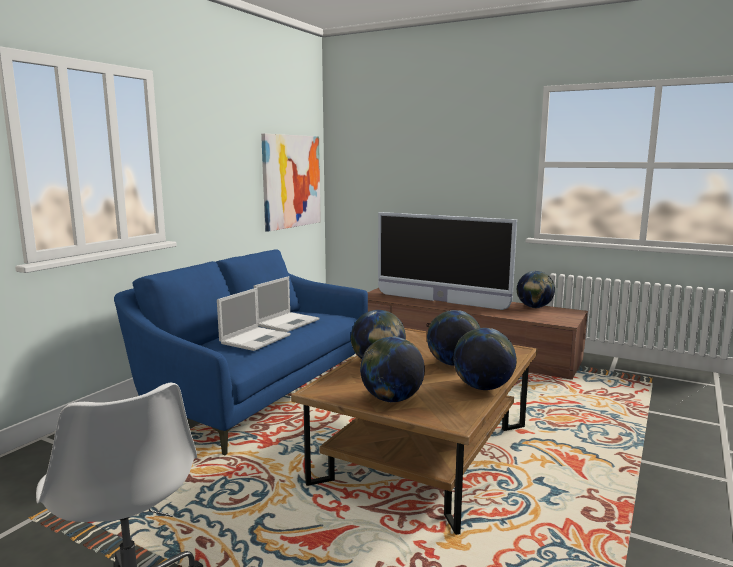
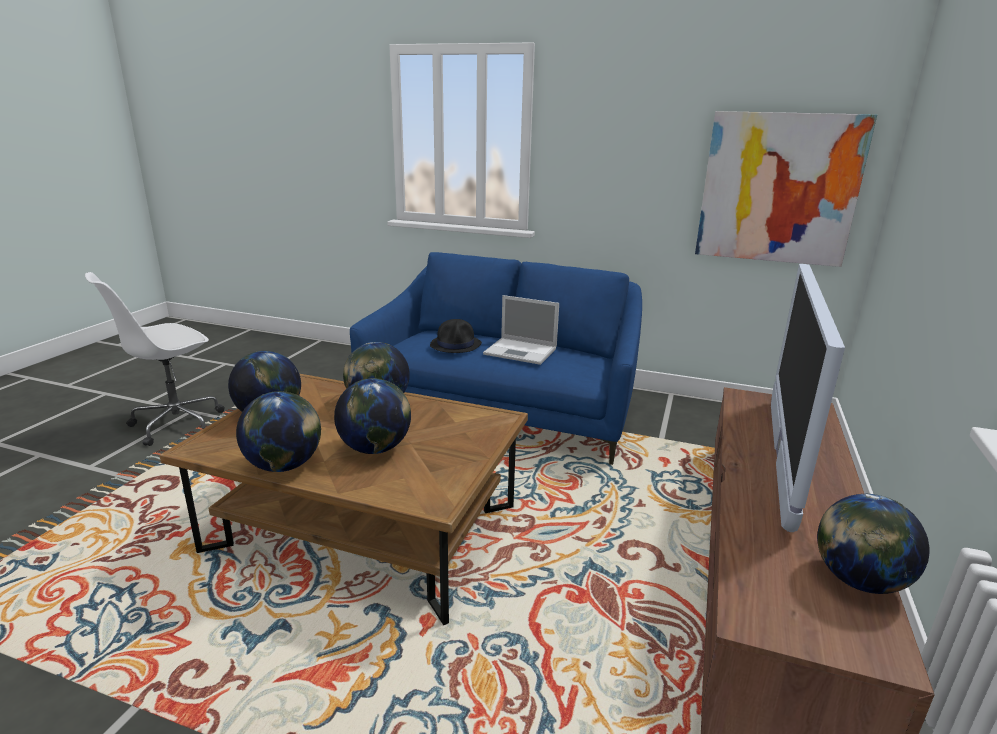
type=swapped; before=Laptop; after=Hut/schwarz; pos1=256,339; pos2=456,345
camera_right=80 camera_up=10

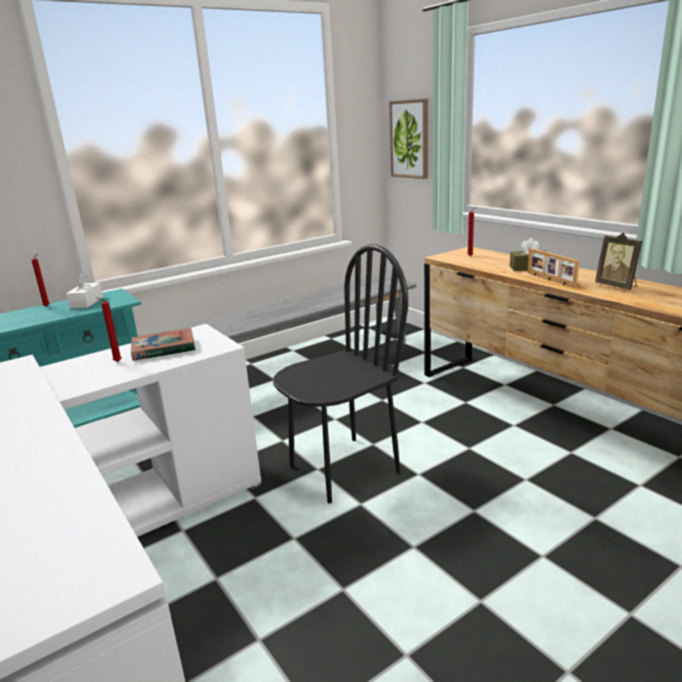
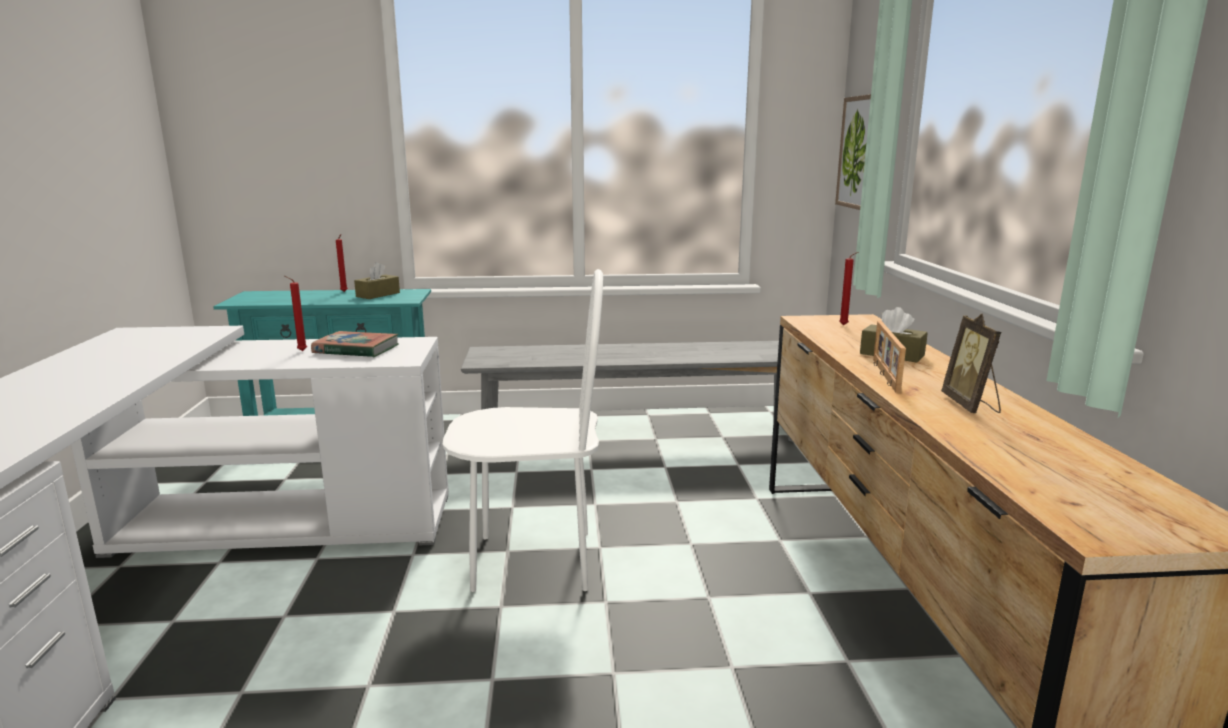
type=repainted; before=Stuhl/schwarz; after=Stuhl/weiß; pos1=343,468; pos2=533,561
type=repainted; before=Taschentuchbox/weiß; after=Taschentuchbox/braun; pos1=86,302; pos2=378,295
camera_right=30 camera_up=-5

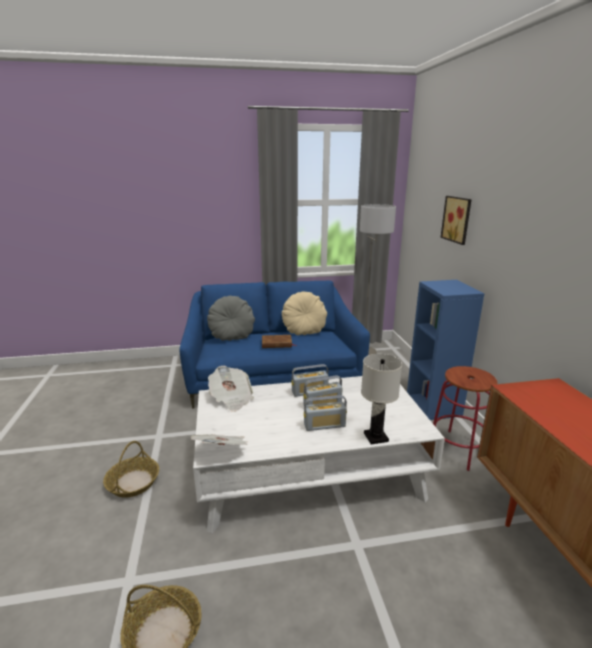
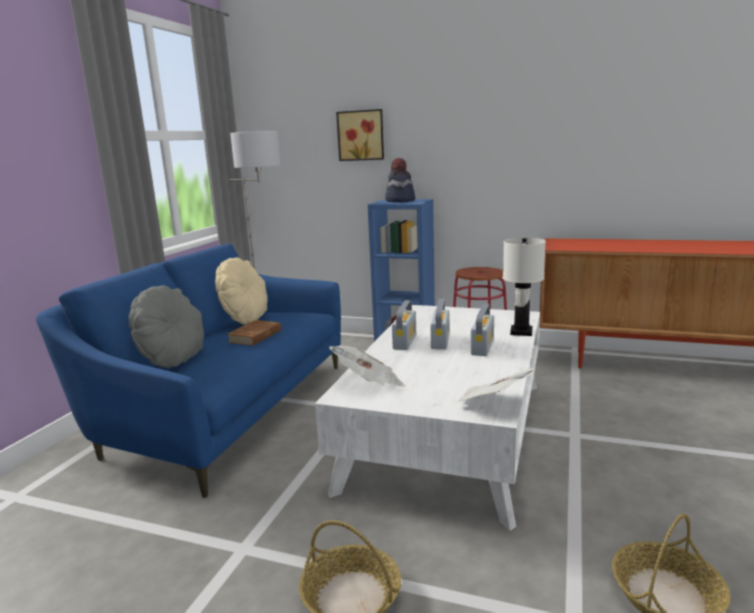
type=new; after=Hut; pos2=400,201
camera_right=-60 camera_up=-5

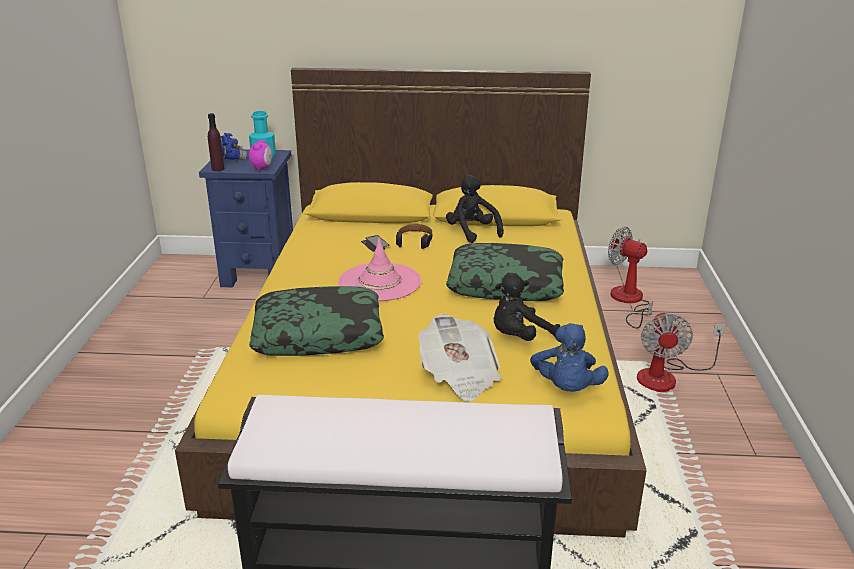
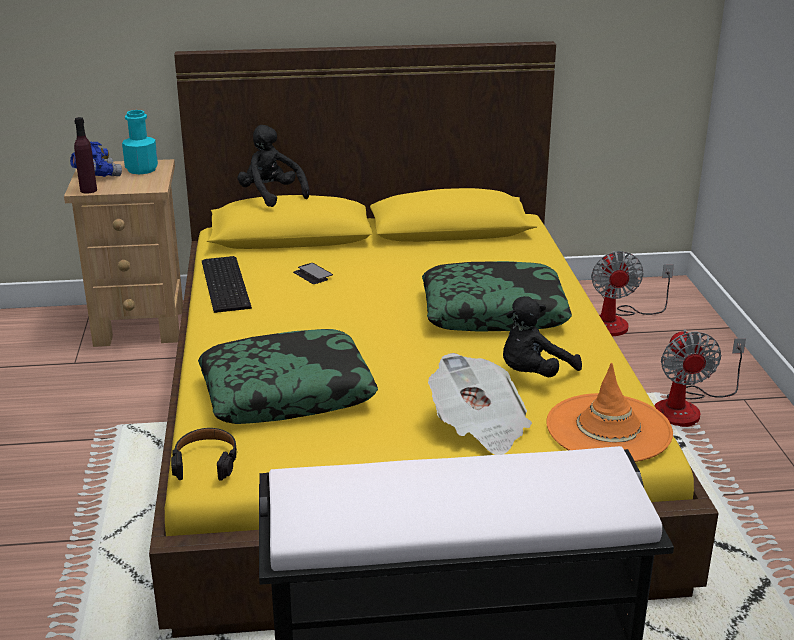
type=gone; before=Wecker; pos1=262,168
type=repainted; before=Nachttisch/blau; after=Nachttisch/beige; pos1=259,274; pos2=140,326
type=shifted; before=Plüschtier/schwarz; pos1=472,232; pos2=271,195
type=shifted; before=Kopfhörer/schwarz; pos1=414,241; pos2=206,461
type=rotated; before=Ventilator; pos1=629,301; pos2=618,322; turn=-120
type=gone; before=Hut/rosa; pos1=379,282
type=swapped; before=Plüschtier/blau; after=Hut/orange; pos1=566,388; pos2=609,429
type=new; after=Tastatur; pos2=227,283
camera_right=-10 camera_up=0

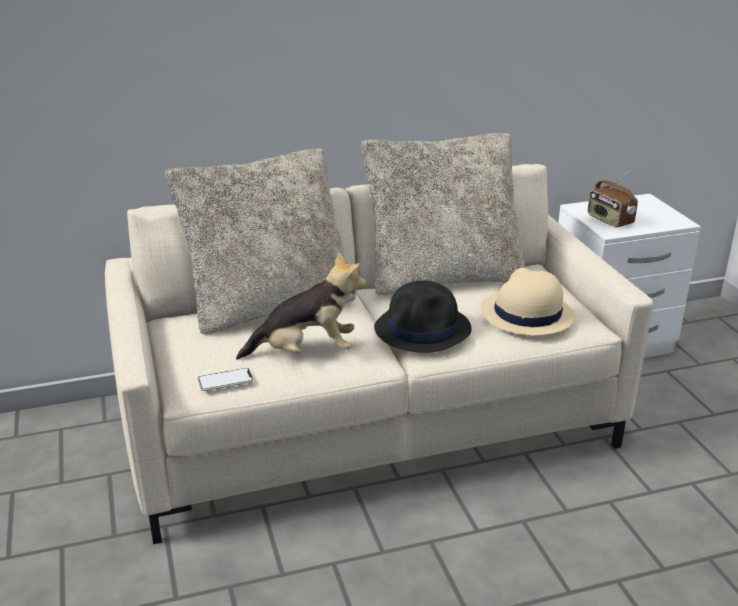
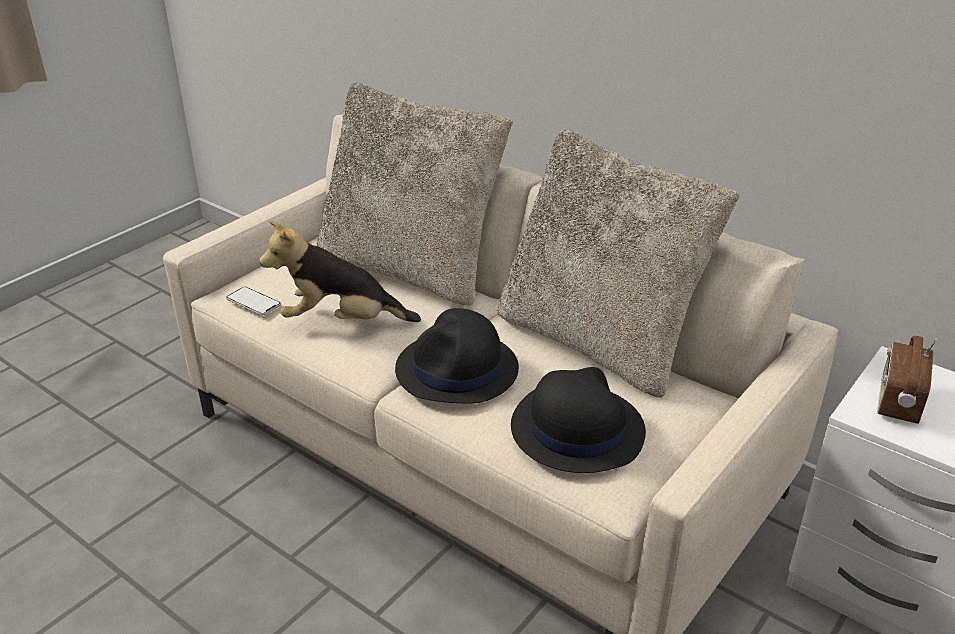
type=rotated; before=Plüschtier; pos1=306,352; pos2=341,321; turn=135
type=repainted; before=Hut/beige; after=Hut/schwarz; pos1=526,314; pos2=576,429
camera_right=55 camera_up=5

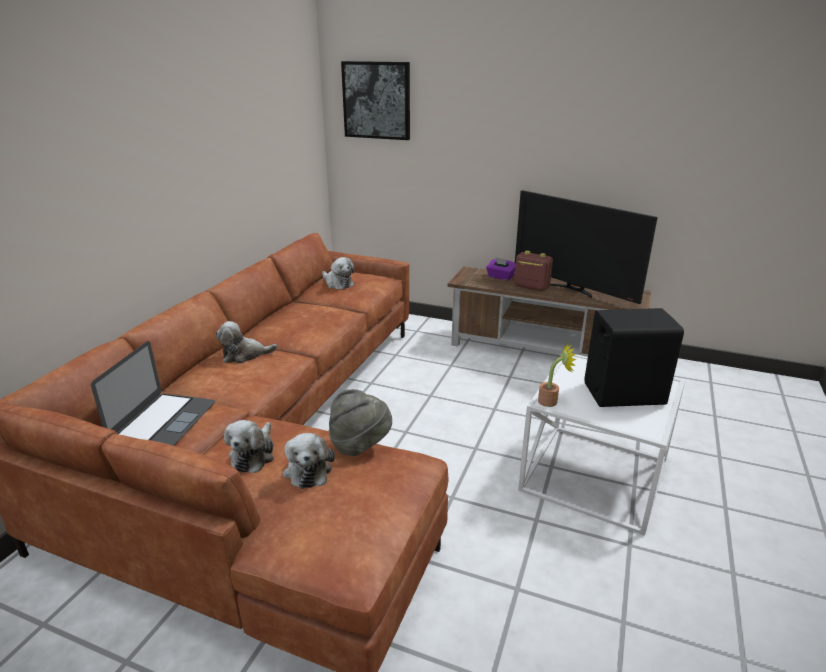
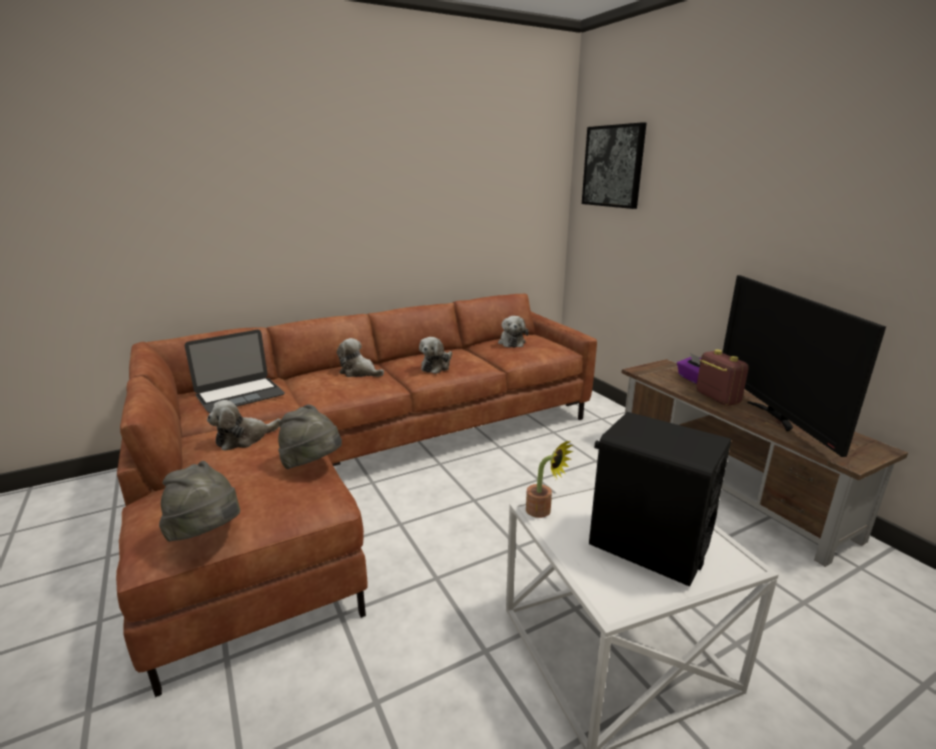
type=shifted; before=Plüschtier; pos1=308,469; pos2=437,366
type=new; after=Hut/grau; pos2=208,535
camera_right=40 camera_up=-5

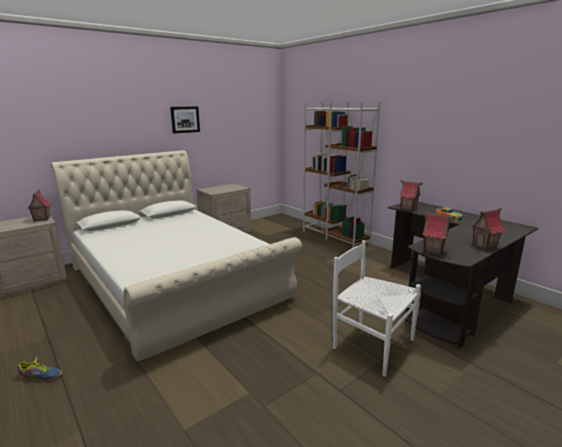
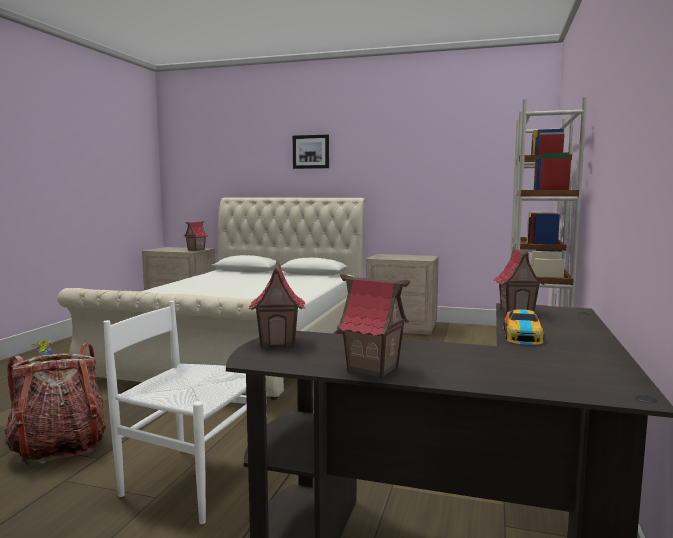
type=shifted; before=Bild; pos1=185,119; pos2=311,151
type=rotated; before=Stuhl/weiß; pos1=371,345; pos2=192,479; turn=-75
type=new; after=Rucksack; pos2=59,446
camera_right=55 camera_up=-10

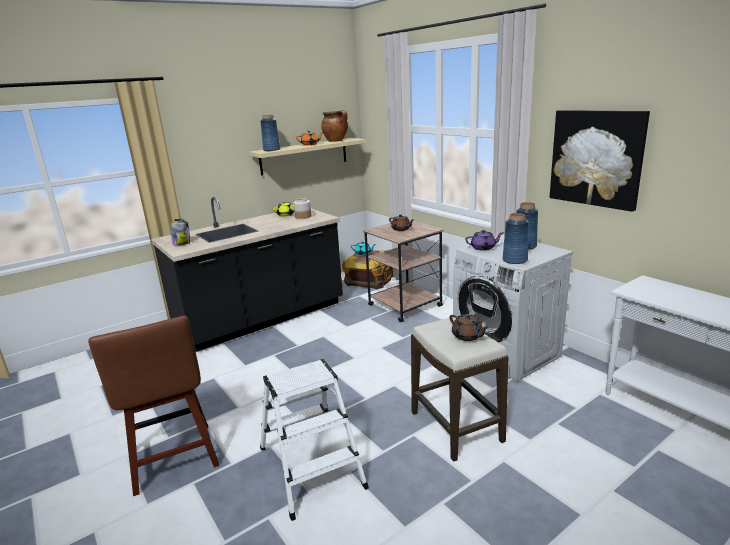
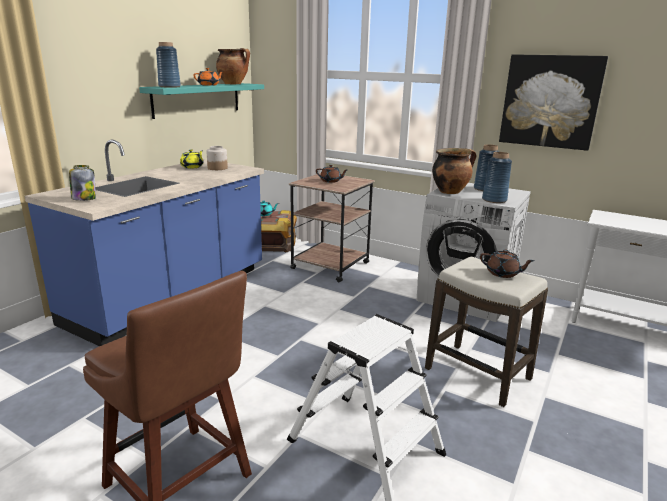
type=repainted; before=Wandregal/beige; after=Wandregal/türkis; pos1=304,156; pos2=197,99
type=repainted; before=Küchenzeile/schwarz; after=Küchenzeile/blau; pos1=262,319; pos2=172,295
type=swapped; before=Teekanne/lila; after=Kochtopf; pos1=483,248; pos2=450,191
camera_right=-25 camera_up=0

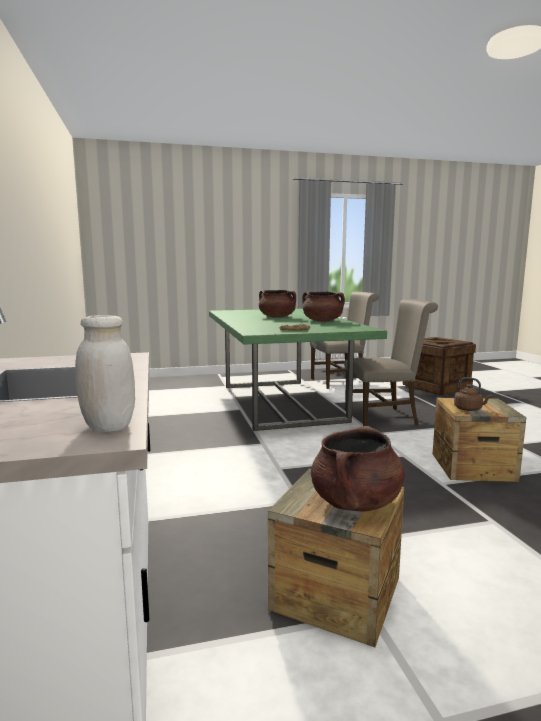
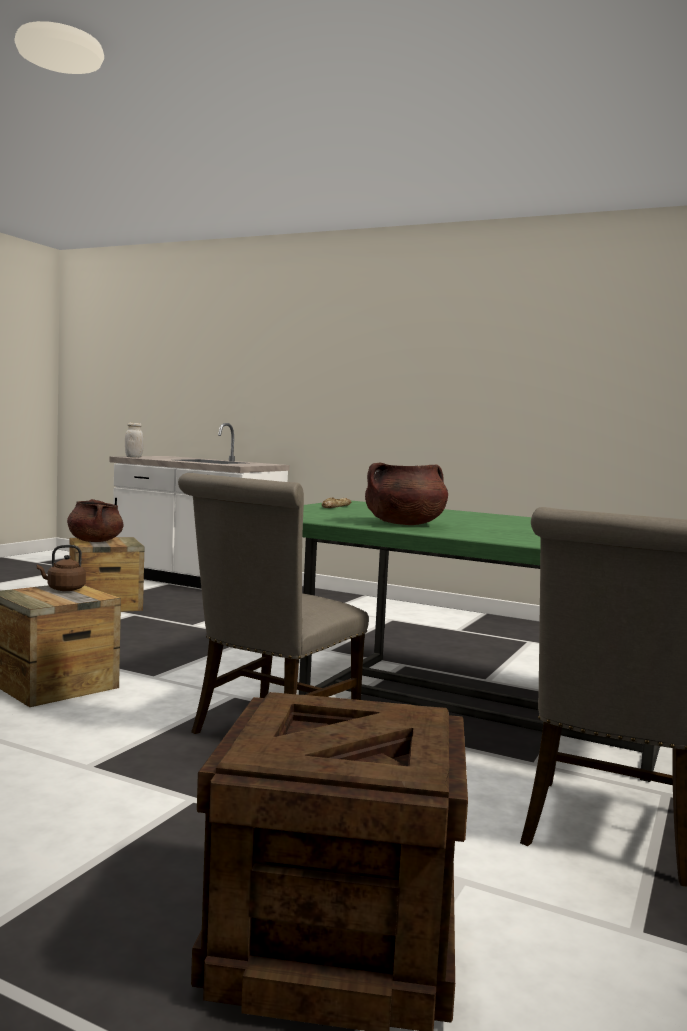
type=gone; before=Kochtopf/braun; pos1=277,317
camera_right=130 camera_up=-5

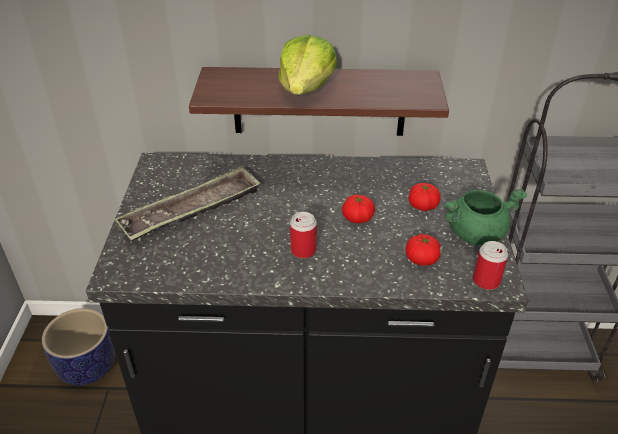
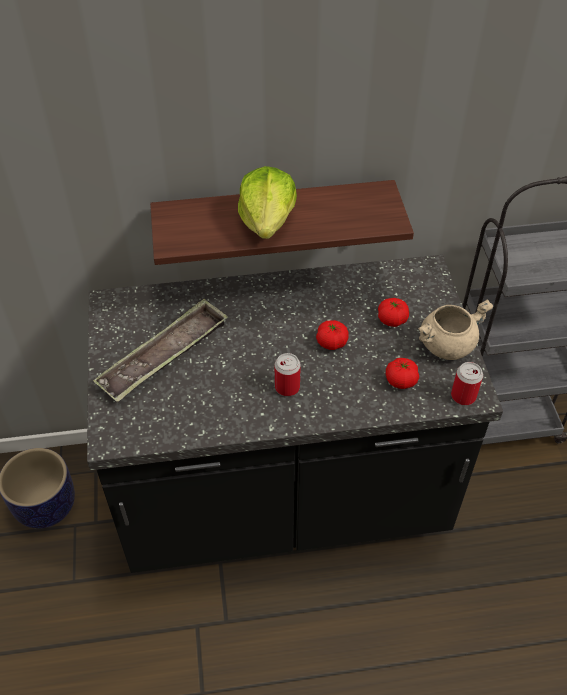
type=repainted; before=Kochtopf/grün; after=Kochtopf/beige; pos1=476,233; pos2=447,344
camera_right=-10 camera_up=10

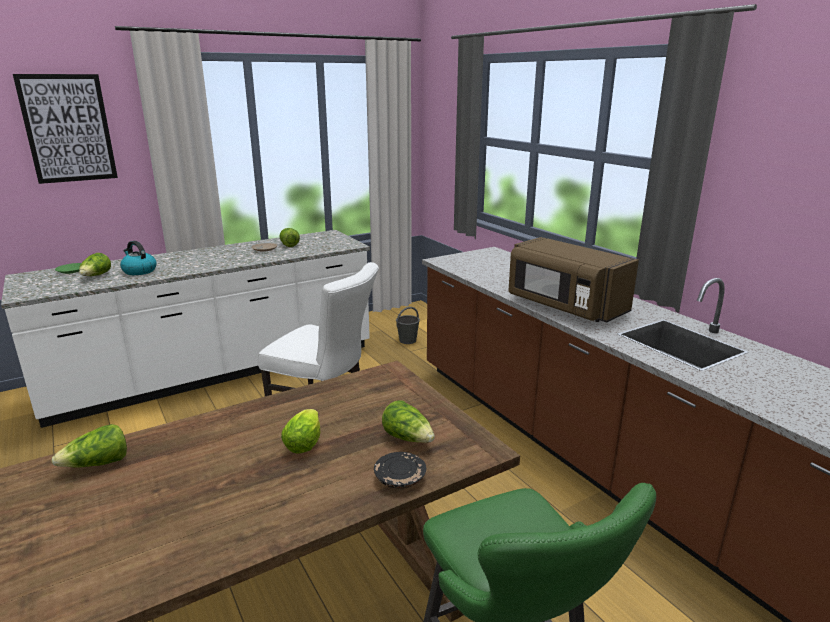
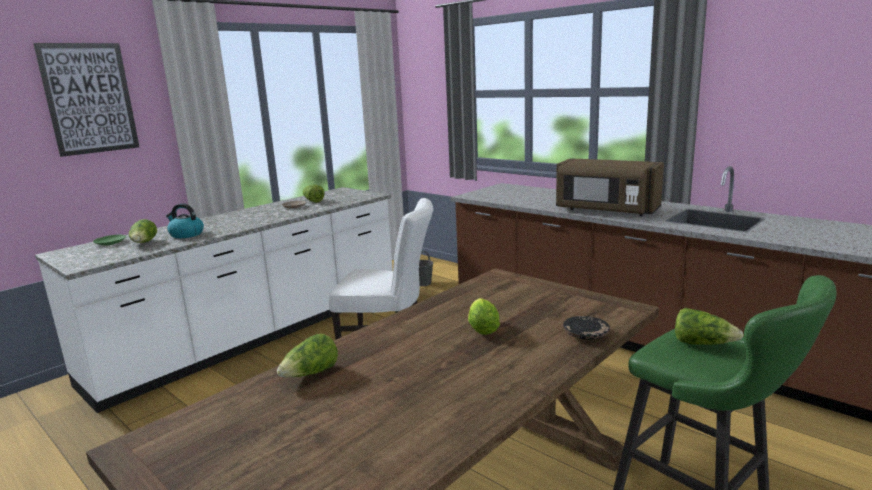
type=shifted; before=Salatkopf; pos1=408,438; pos2=702,344
camera_right=-15 camera_up=-5

